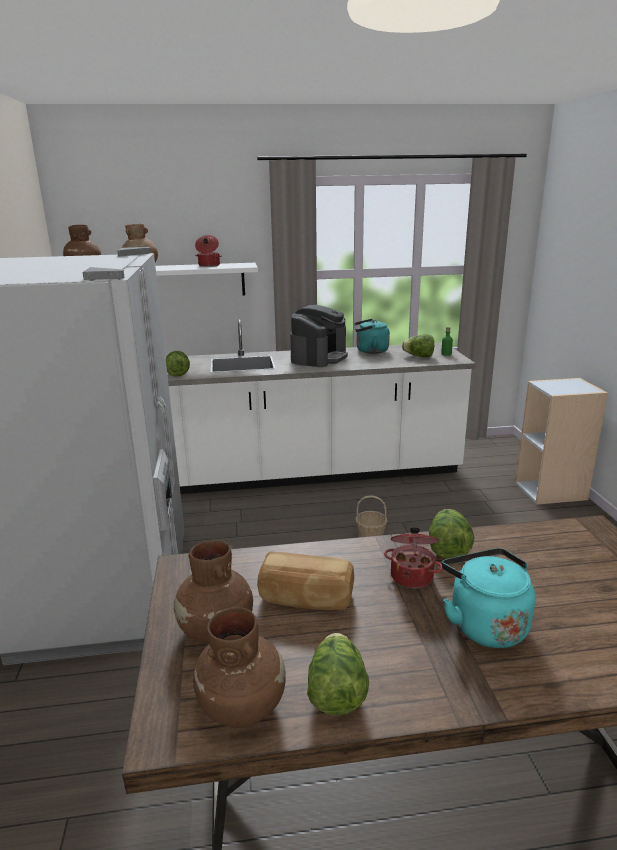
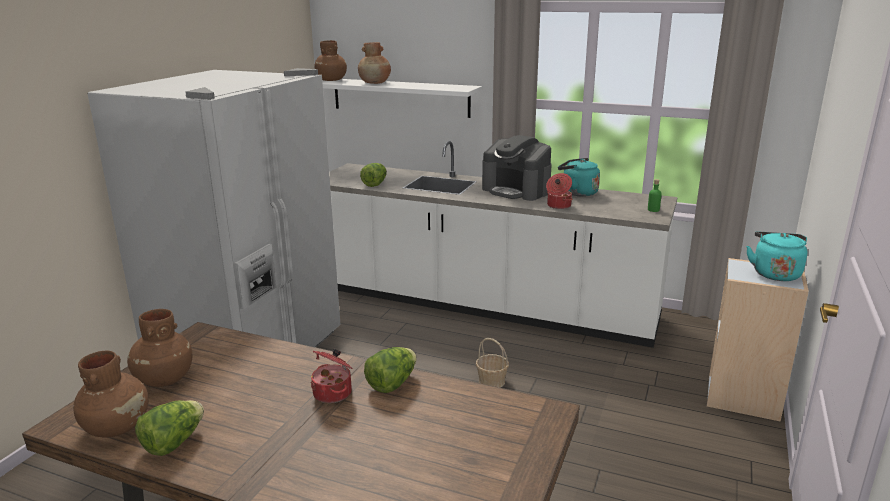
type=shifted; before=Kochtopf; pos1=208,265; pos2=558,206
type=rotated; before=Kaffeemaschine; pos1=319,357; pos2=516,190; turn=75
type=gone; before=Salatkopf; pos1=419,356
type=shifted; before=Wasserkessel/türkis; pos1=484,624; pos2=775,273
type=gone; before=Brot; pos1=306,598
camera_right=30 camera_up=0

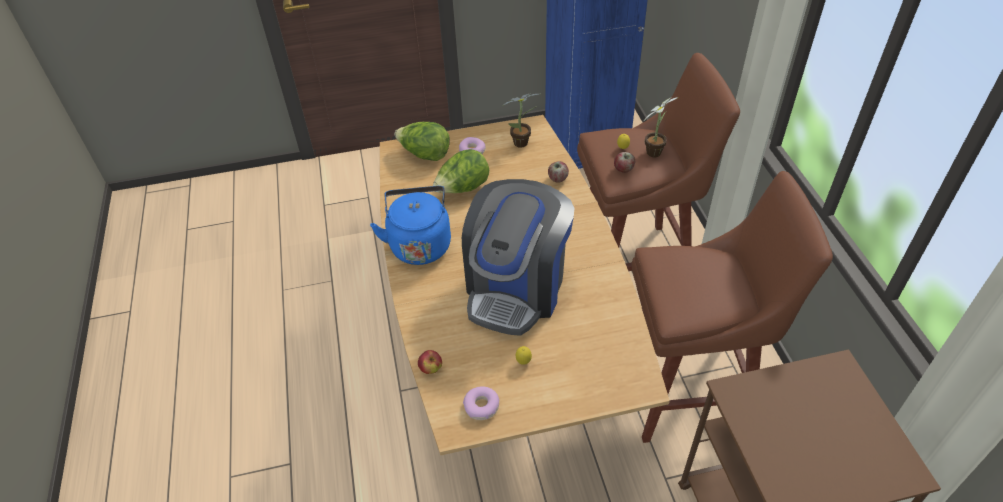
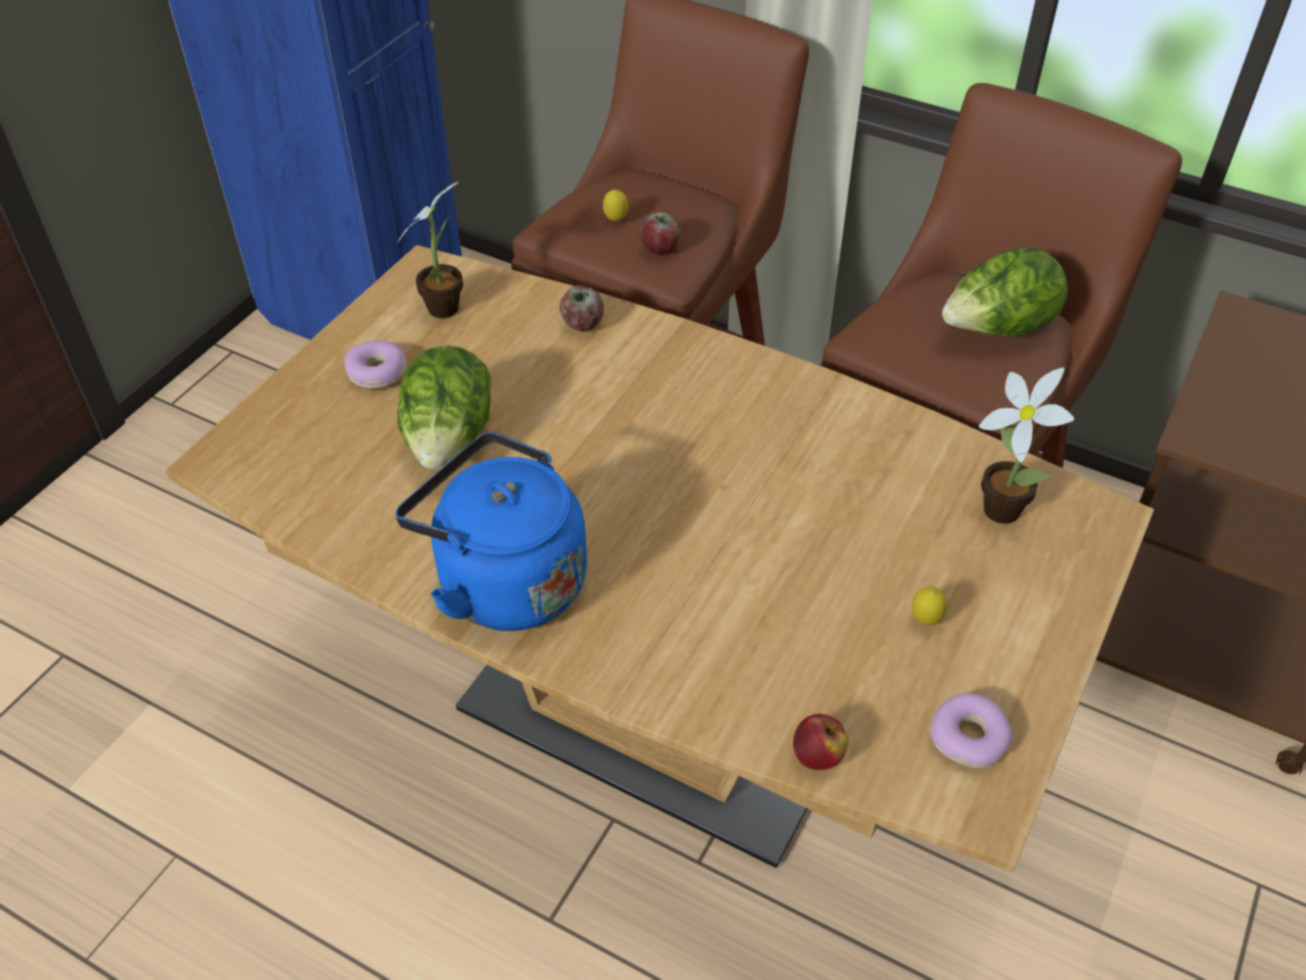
type=shifted; before=Topfpflanze; pos1=655,151; pos2=1000,505
type=shifted; before=Salatkopf; pos1=425,155; pos2=997,330
type=gone; before=Kaffeemaschine; pos1=517,287
camera_right=-50 camera_up=0

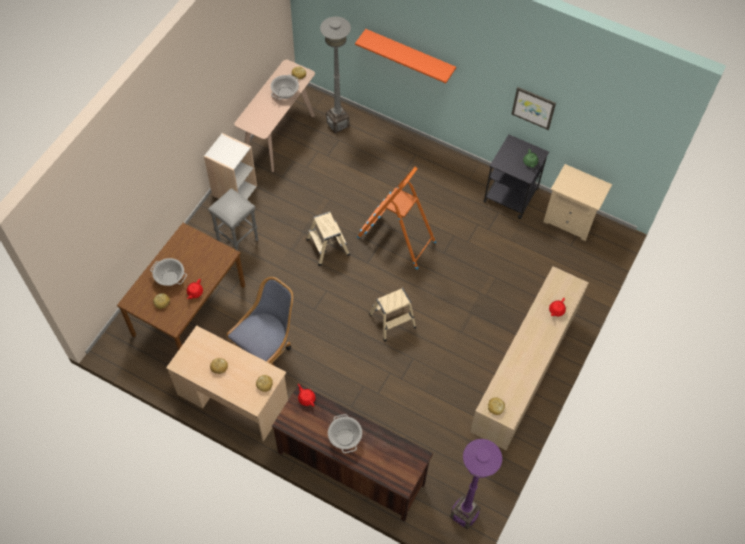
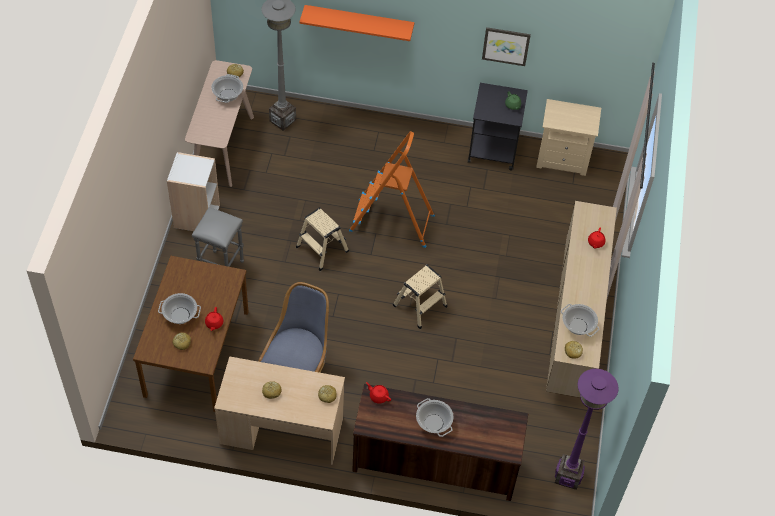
type=new; after=Kochtopf; pos2=578,326
camera_right=-20 camera_up=-5

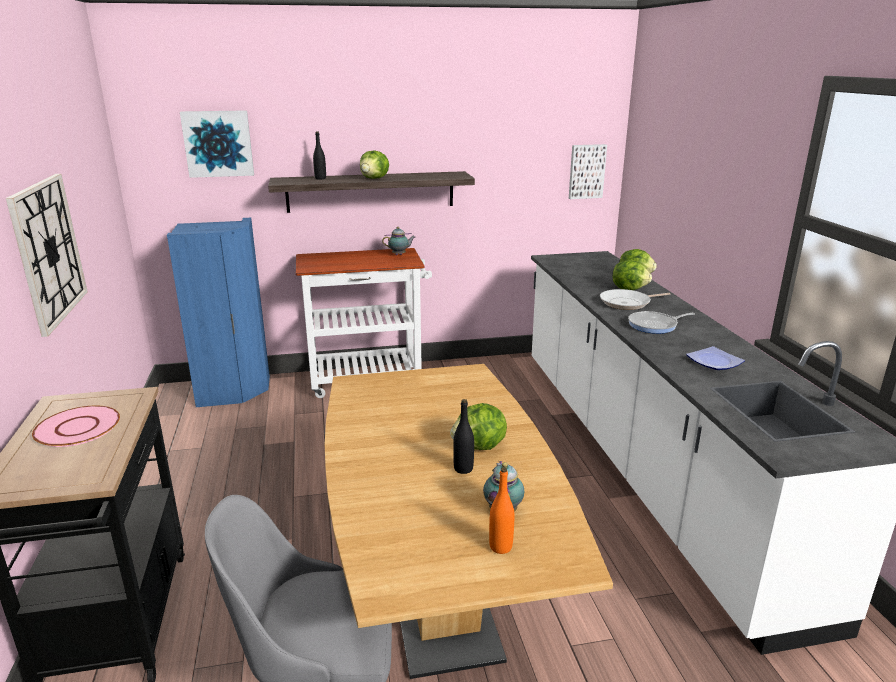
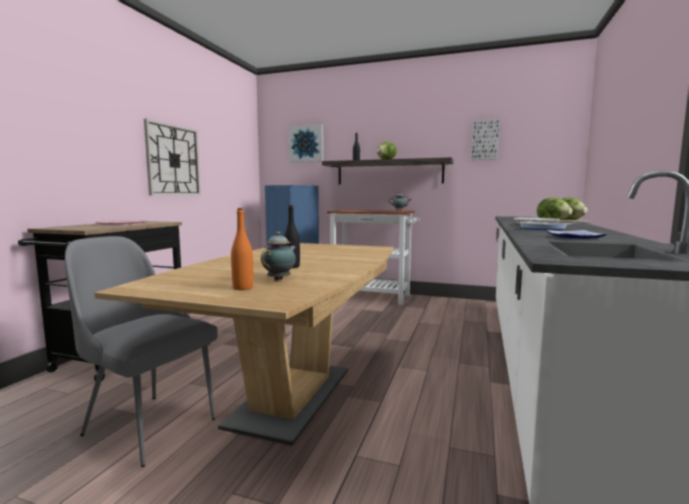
type=shifted; before=Bild; pos1=586,171; pos2=485,140
type=gone; before=Salatkopf; pos1=480,447
camera_right=30 camera_up=-15

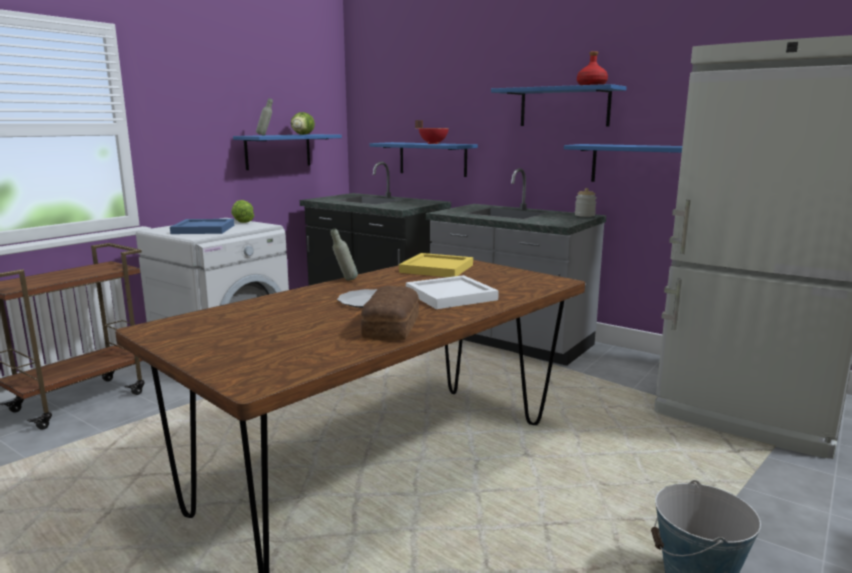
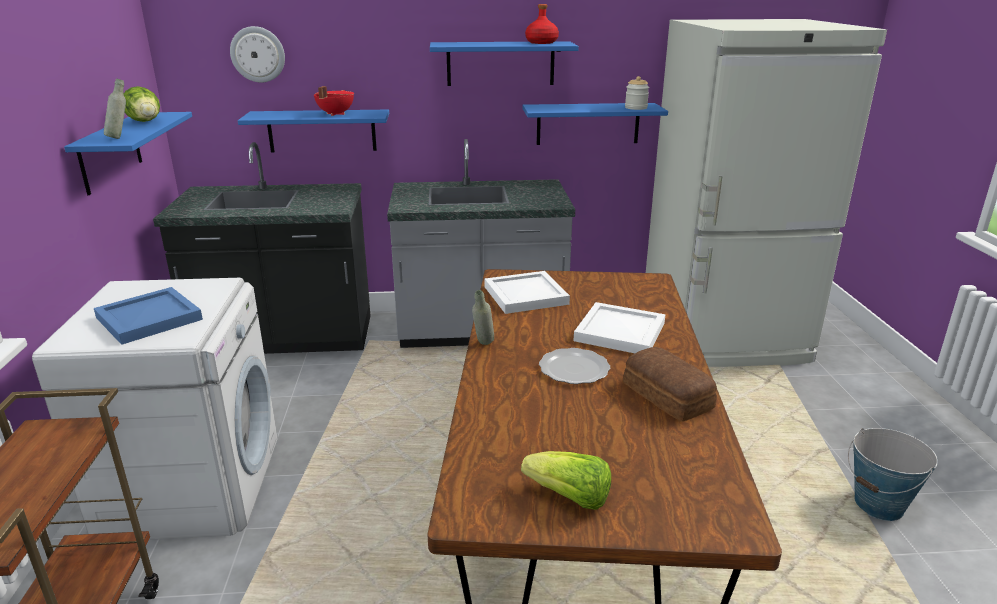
type=shifted; before=Vorratsglas; pos1=584,215; pos2=636,108
type=shifted; before=Salatkopf; pos1=242,221; pos2=569,497
type=repainted; before=Tablett/gelb; after=Tablett/weiß; pos1=438,268; pos2=526,295
type=new; after=Wanduhr; pos2=258,54
camera_right=-40 camera_up=10

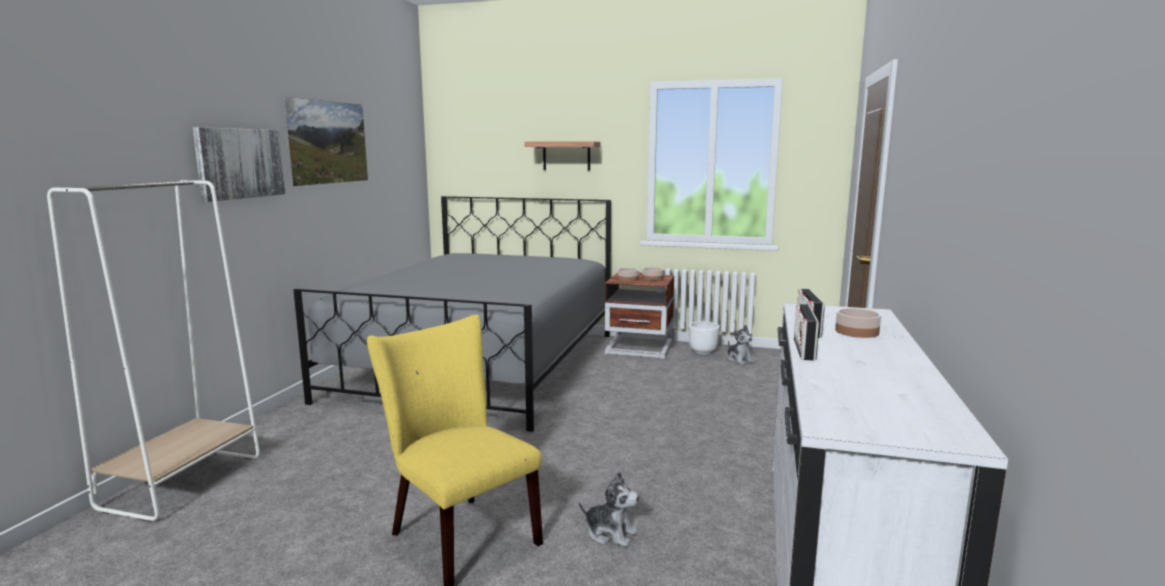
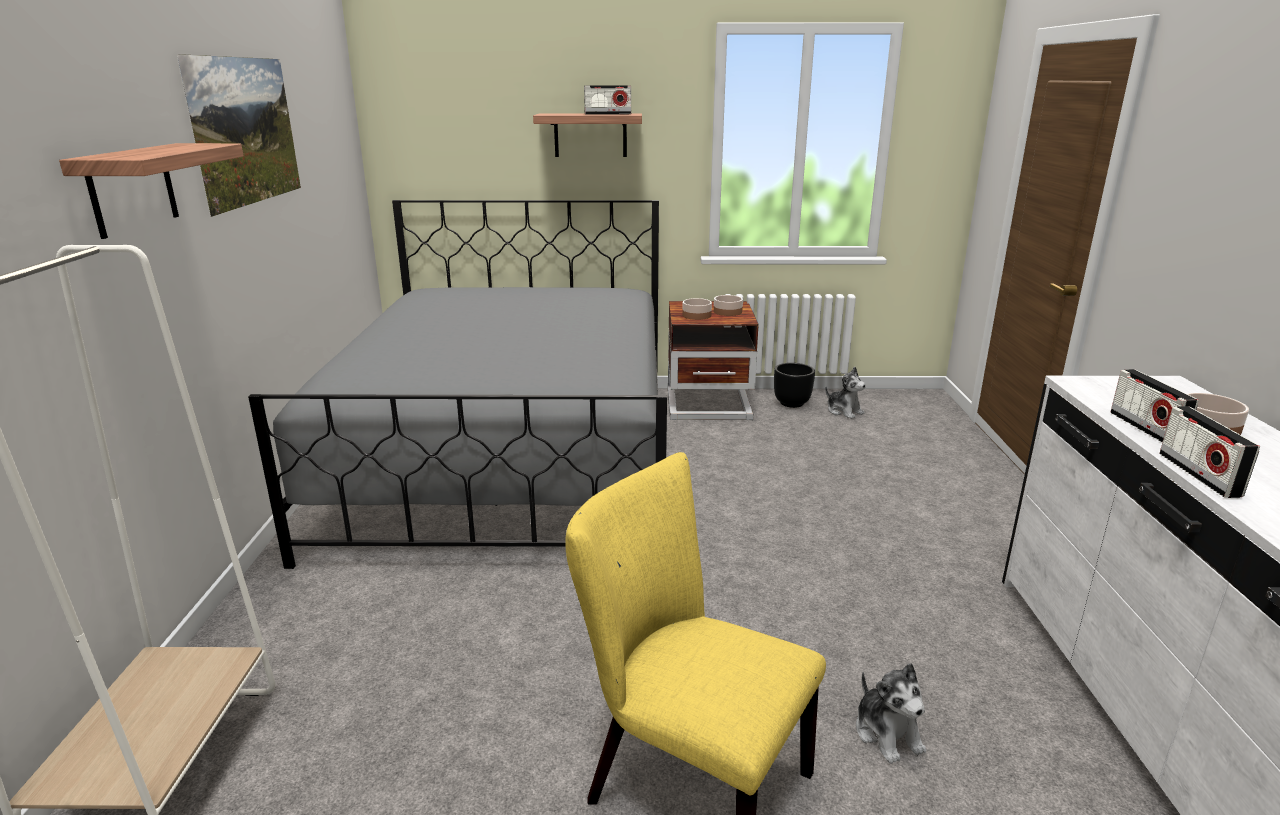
type=swapped; before=Bild; after=Wandregal; pos1=240,163; pos2=132,189
type=repainted; before=Pflanzkübel/weiß; after=Pflanzkübel/schwarz; pos1=703,352; pos2=792,403
type=rotated; before=Plüschtier; pos1=610,533; pos2=887,734; turn=60
type=new; after=Radio; pos2=608,114
camera_right=-15 camera_up=10

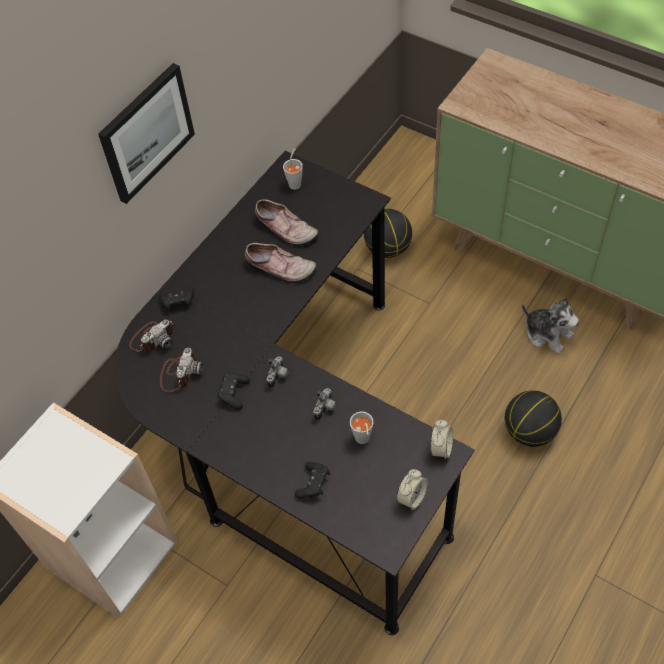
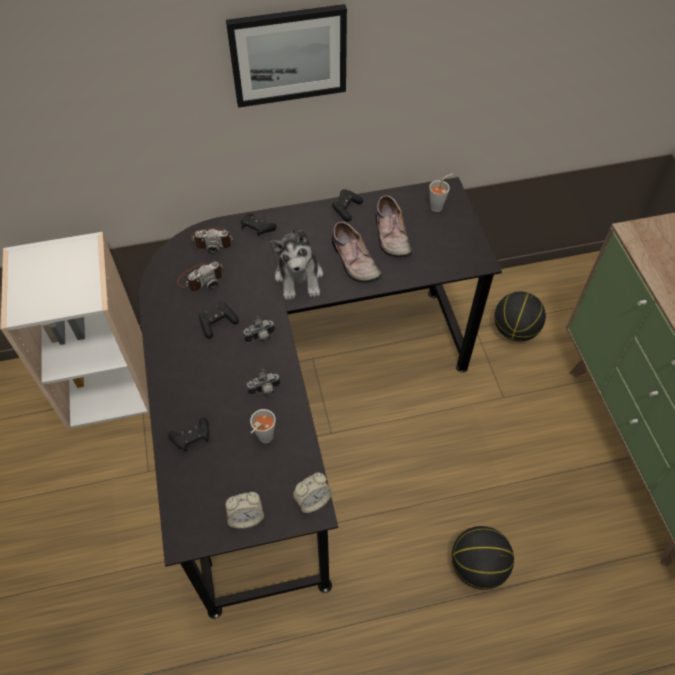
type=shifted; before=Plüschtier; pos1=547,334; pos2=299,277
type=new; after=Gamepad/schwarz; pos2=346,209
camera_right=40 camera_up=0

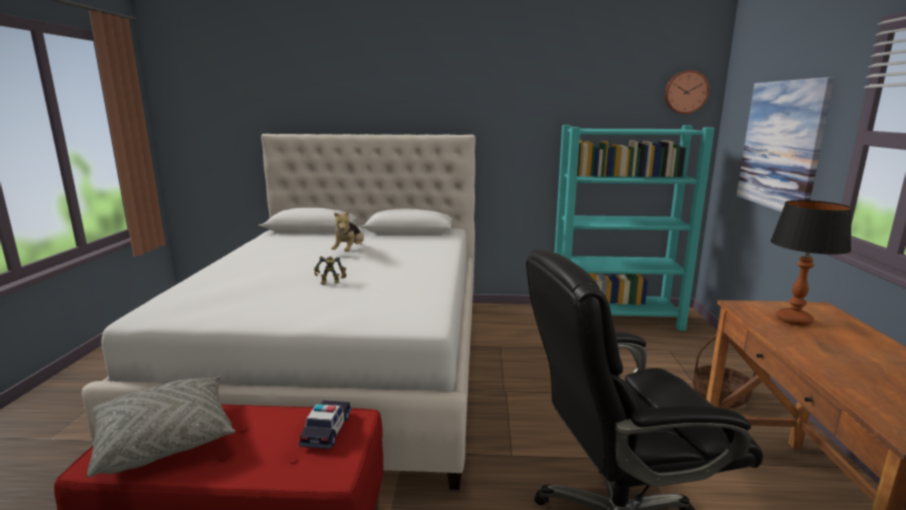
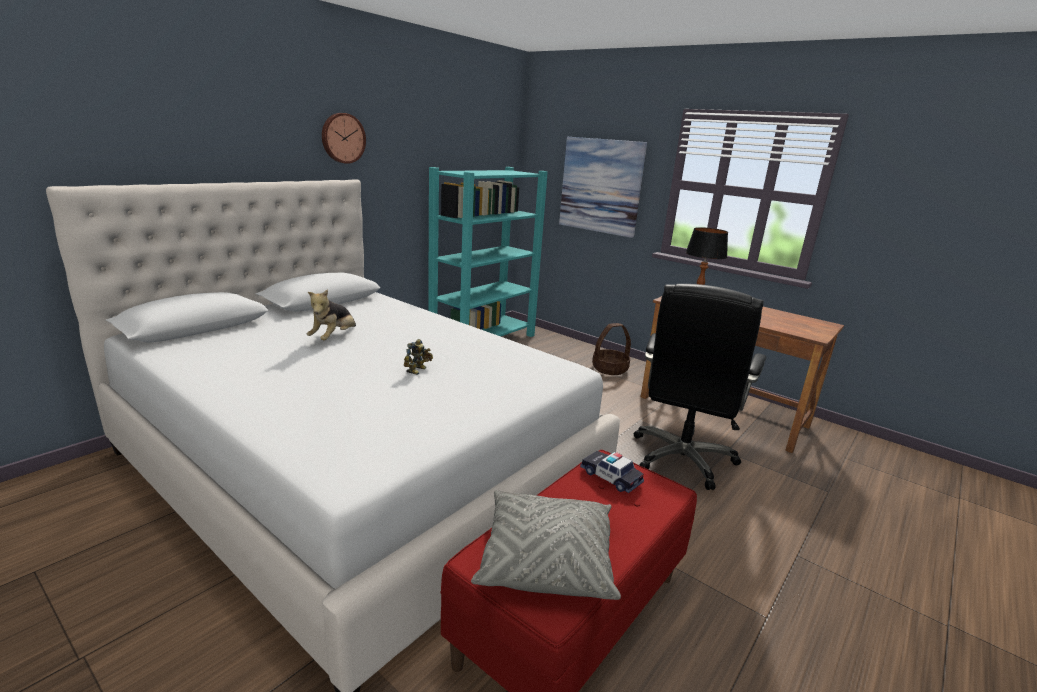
type=shifted; before=Wanduhr; pos1=685,92; pos2=342,138
type=rotated; before=Plüschtier; pos1=349,251; pos2=333,338; turn=60
camera_right=-55 camera_up=5

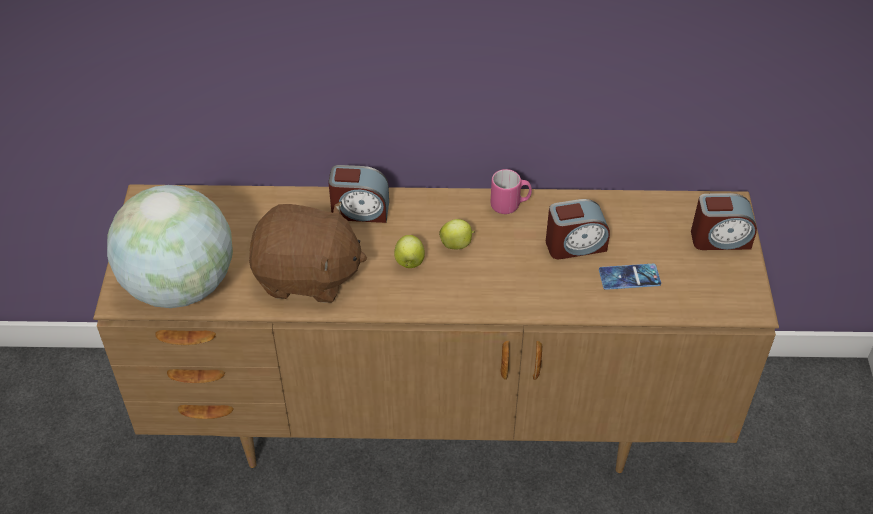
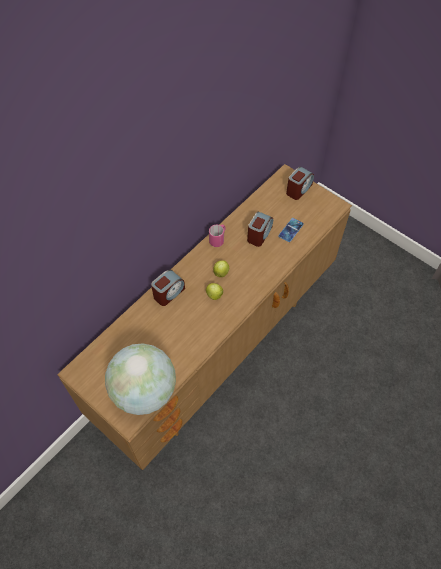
type=gone; before=Plüschtier/braun; pos1=307,276
camera_right=-50 camera_up=10

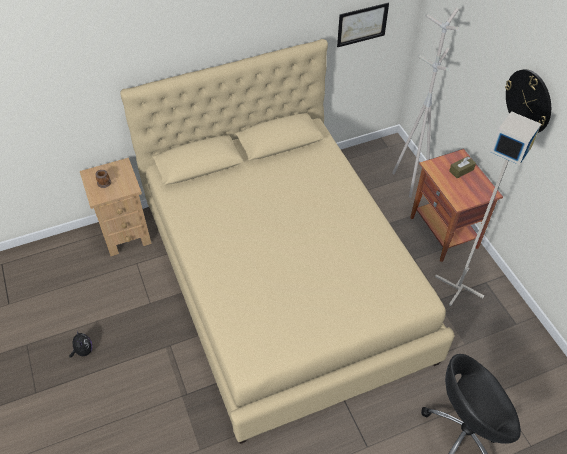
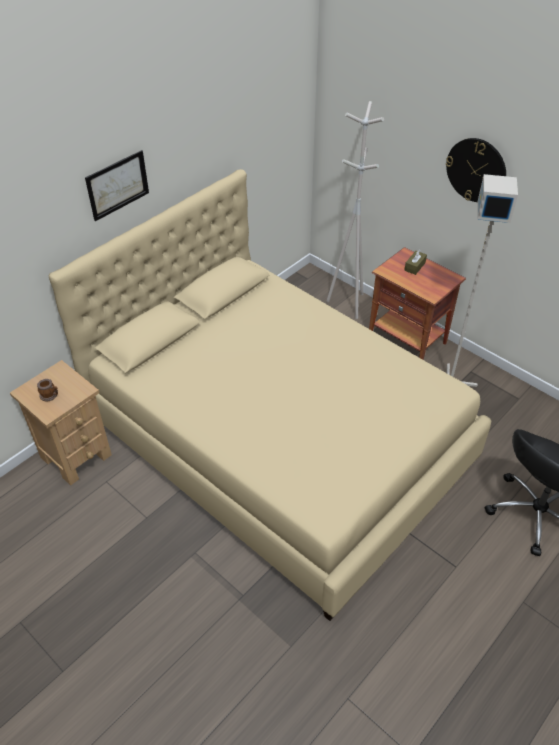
type=shifted; before=Bild; pos1=362,24; pos2=117,185
type=gone; before=Plüschtier; pos1=83,351
camera_right=-25 camera_up=-5

